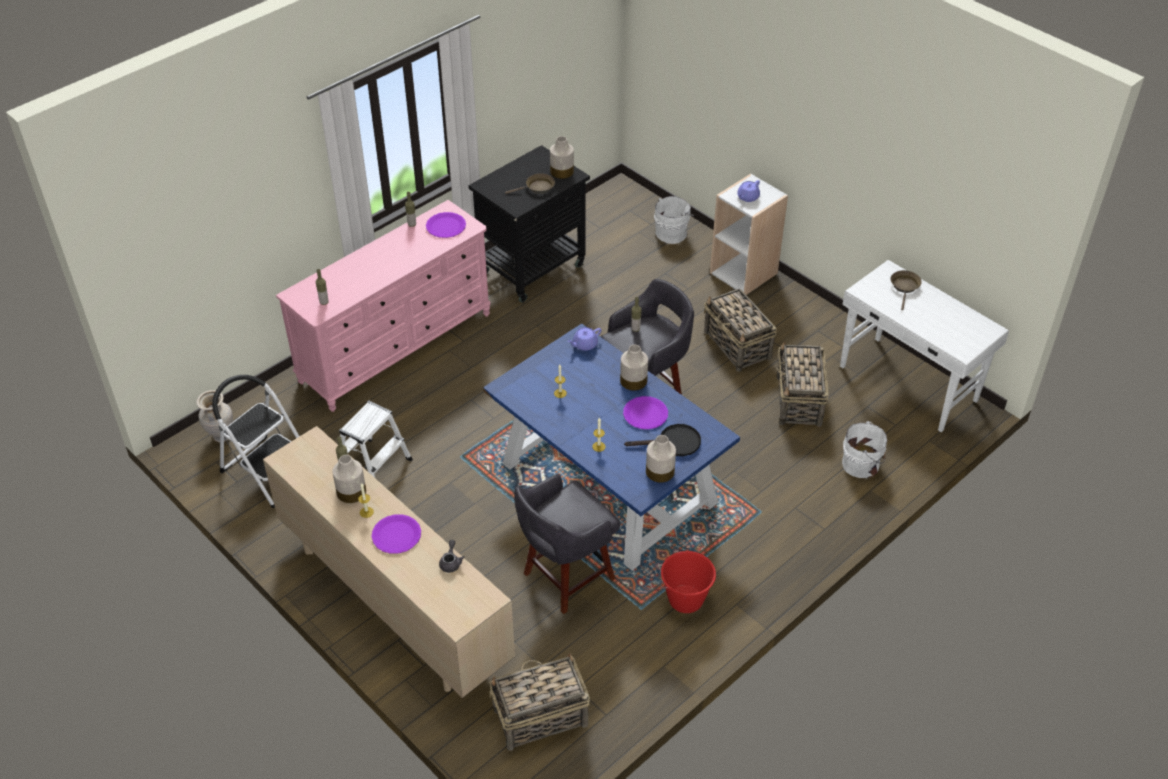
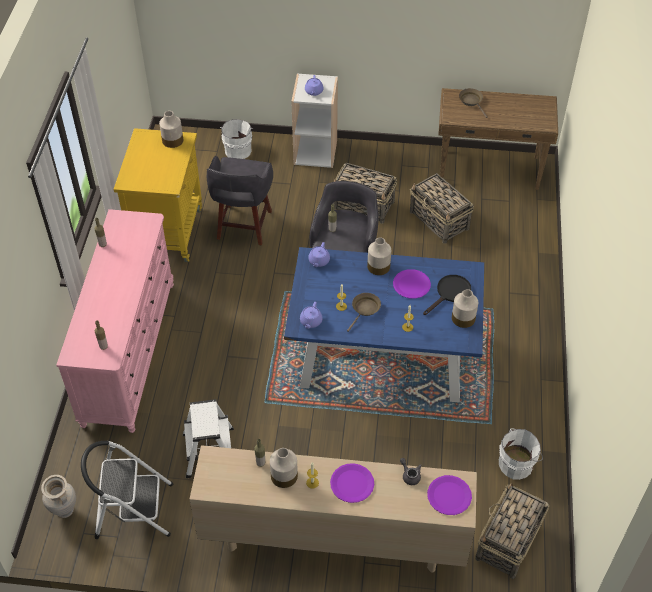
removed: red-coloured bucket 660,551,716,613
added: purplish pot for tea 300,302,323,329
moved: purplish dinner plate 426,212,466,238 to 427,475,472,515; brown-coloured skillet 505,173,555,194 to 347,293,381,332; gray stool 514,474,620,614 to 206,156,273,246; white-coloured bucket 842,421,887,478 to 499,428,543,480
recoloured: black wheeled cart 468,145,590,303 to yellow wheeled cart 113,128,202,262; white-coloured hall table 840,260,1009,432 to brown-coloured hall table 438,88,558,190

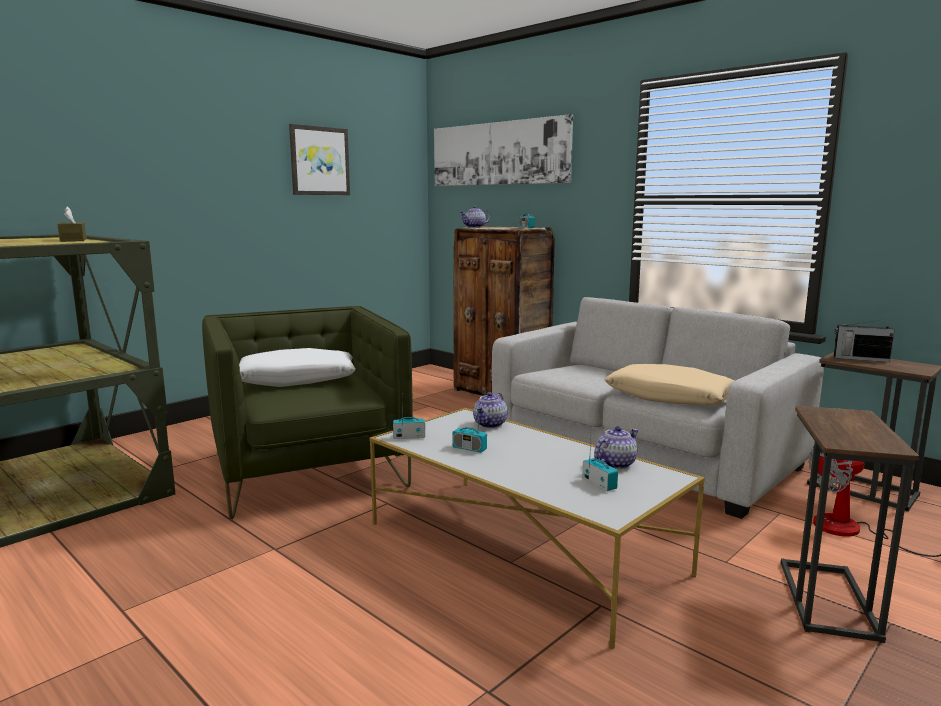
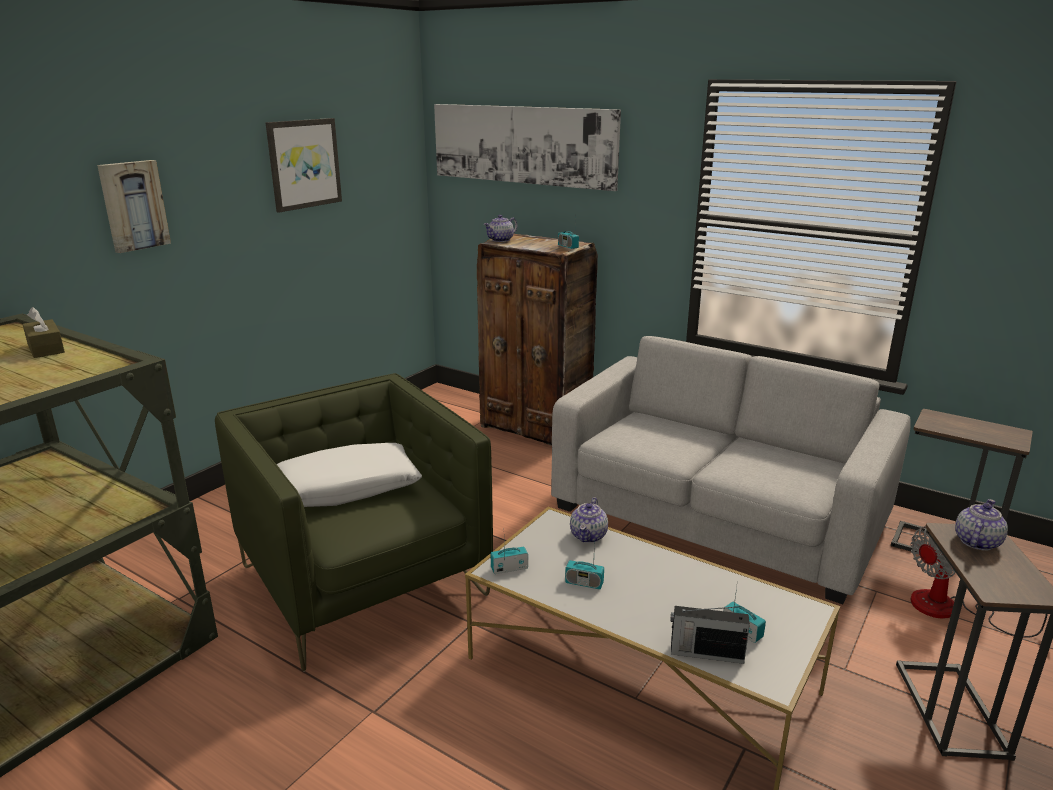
removed: beige cushion 604,364,735,405
added: wall picture 97,160,171,253
moved: pot for tea 594,426,638,469 to 955,499,1008,551; radio receiver 834,319,895,362 to 670,606,750,664

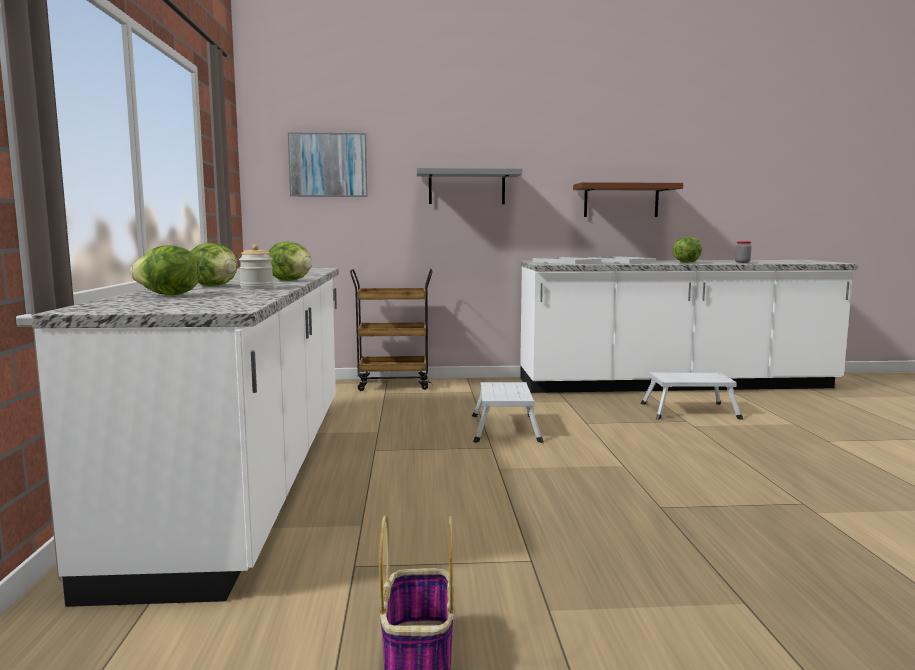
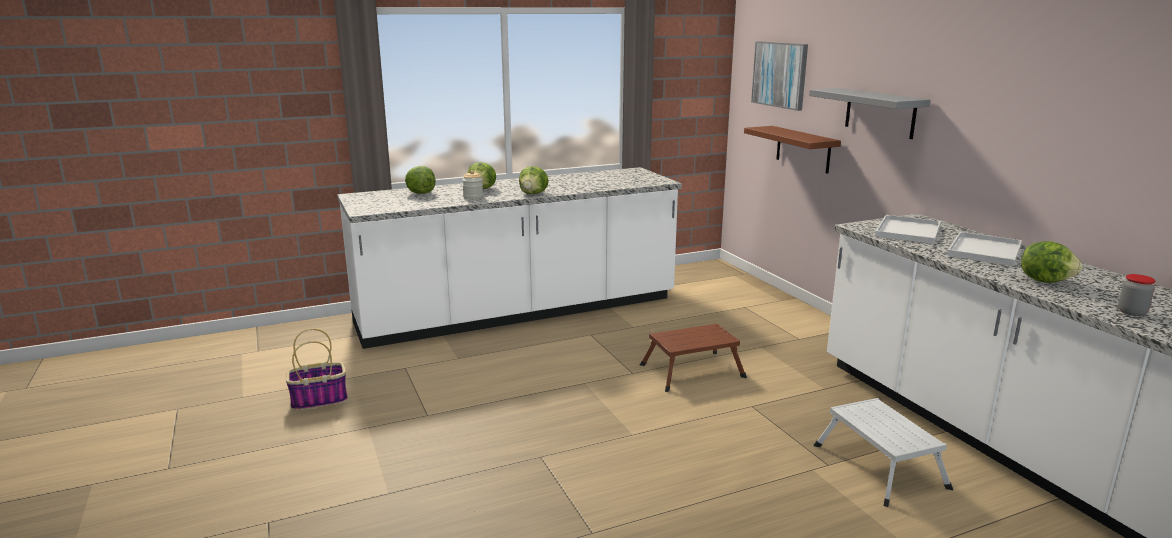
removed: brown-coloured wheeled cart 350,269,432,391
moved: brown-coloured bracket shelf 573,182,683,217 to 744,126,841,174
recoloured: white-coloured step ladder 472,382,544,443 to brown-coloured step ladder 640,323,747,392

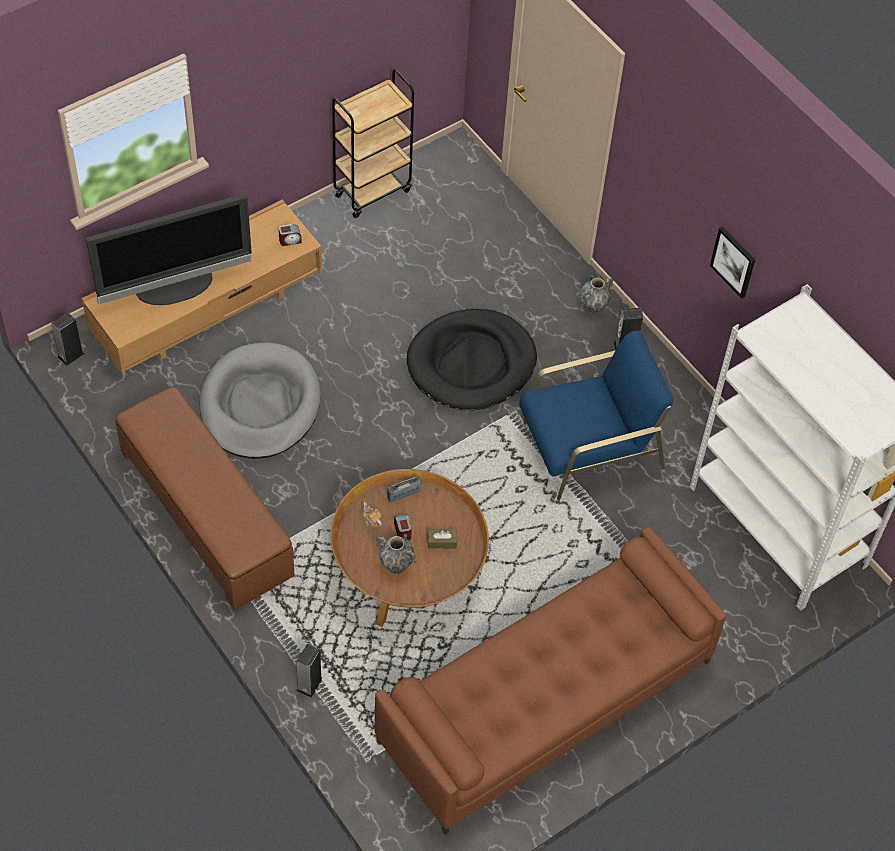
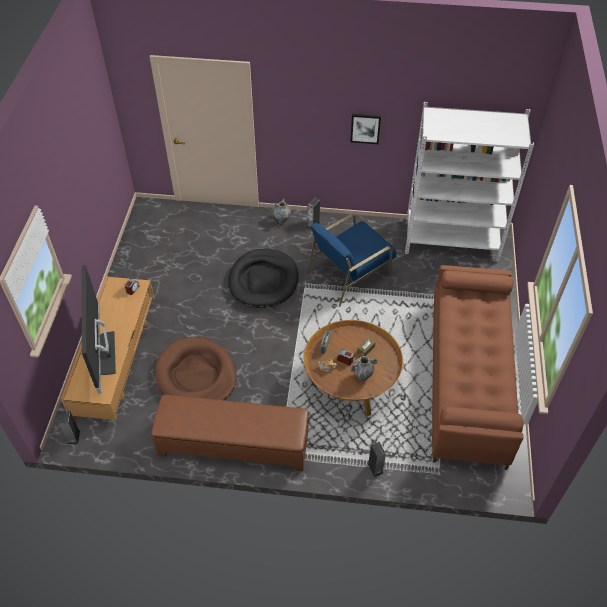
removed: brown-coloured wheeled cart 332,69,414,218
recoloured: gray pet bed 200,342,321,459 to brown-coloured pet bed 155,337,236,401
turned: TV set 86,193,252,305 = 82,265,116,394 150 degrees clockwise; blue-coloured easy chair 519,330,674,501 = 306,214,397,307 150 degrees counterclockwise

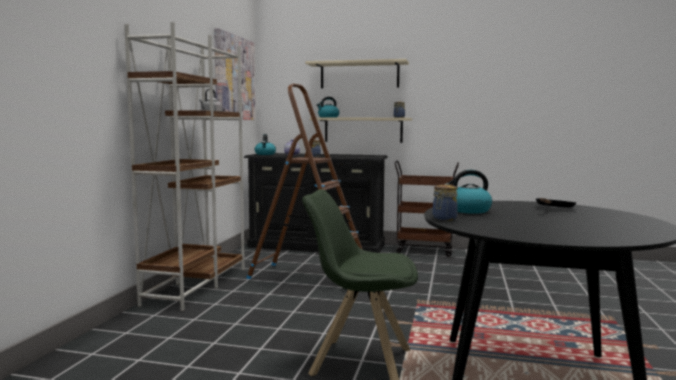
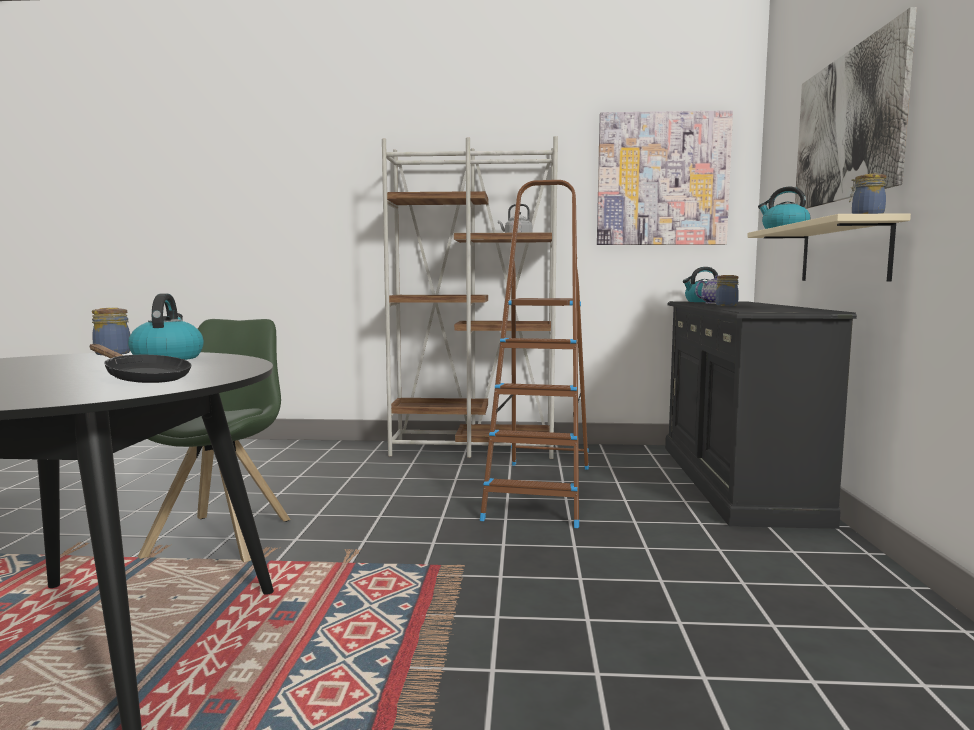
removed: brown-coloured wheeled cart 395,160,459,257
replaced: beige bracket shelf 305,59,409,88 to wall picture 795,7,917,209

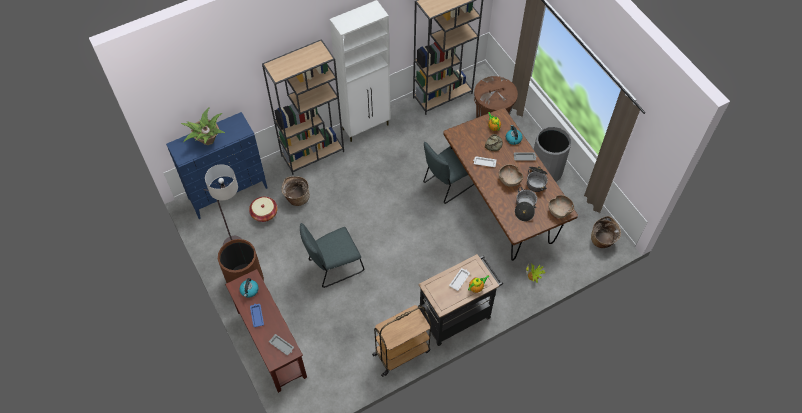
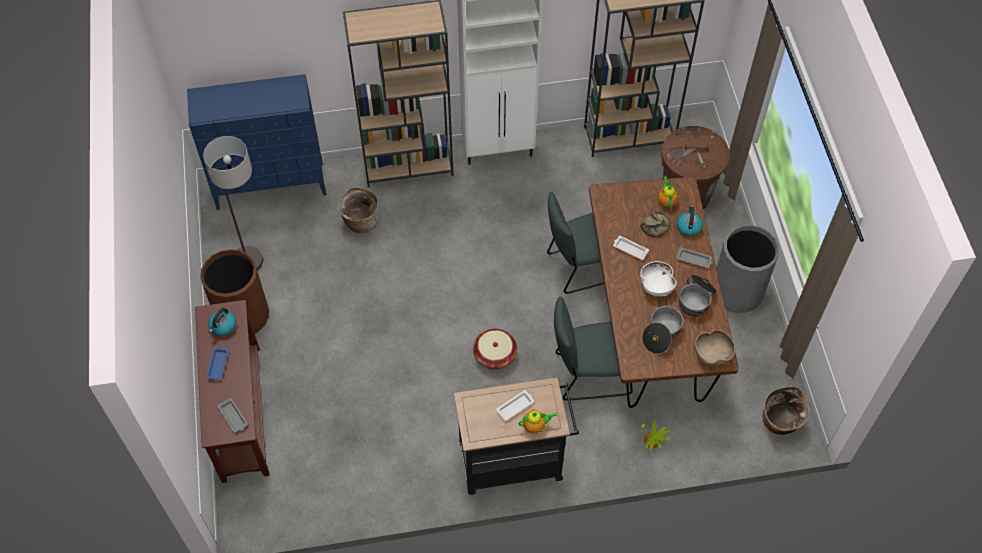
removed: houseplant 181,107,225,145; brown-coloured wheeled cart 372,305,431,377
moved: storage basket 249,197,278,222 to 473,329,517,369; gray upright chair 300,223,364,288 to 554,296,633,401
recoloured: brown-coloured deep dish 499,165,523,187 to white-coloured deep dish 640,261,677,297

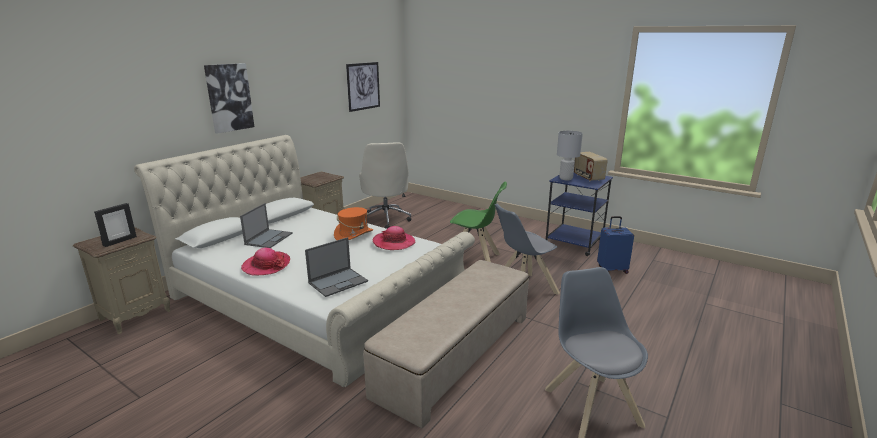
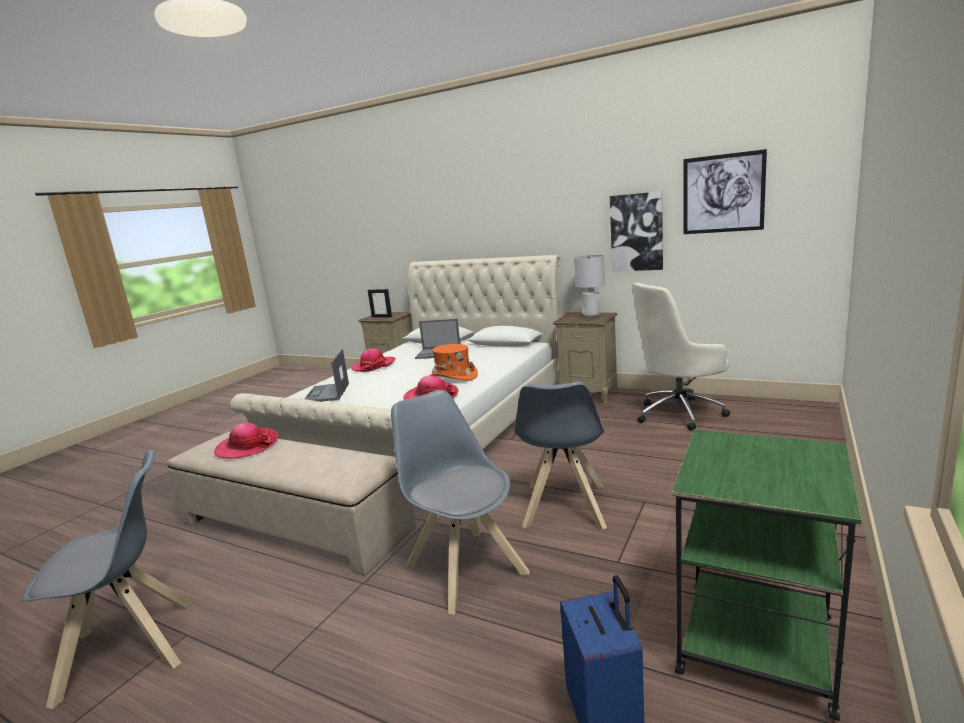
removed: radio receiver 574,152,608,181
added: hat 214,423,278,459
moved: wall picture 204,63,254,134 to 610,191,663,271; gray tabletop lamp 557,131,583,180 to 574,255,605,317
recoloured: green upright chair 450,182,507,262 to gray upright chair 515,381,607,530; blue-coloured wheeled cart 546,173,613,256 to green wheeled cart 672,429,862,721
turned: laptop 305,237,368,297 = 304,349,349,402 45 degrees clockwise

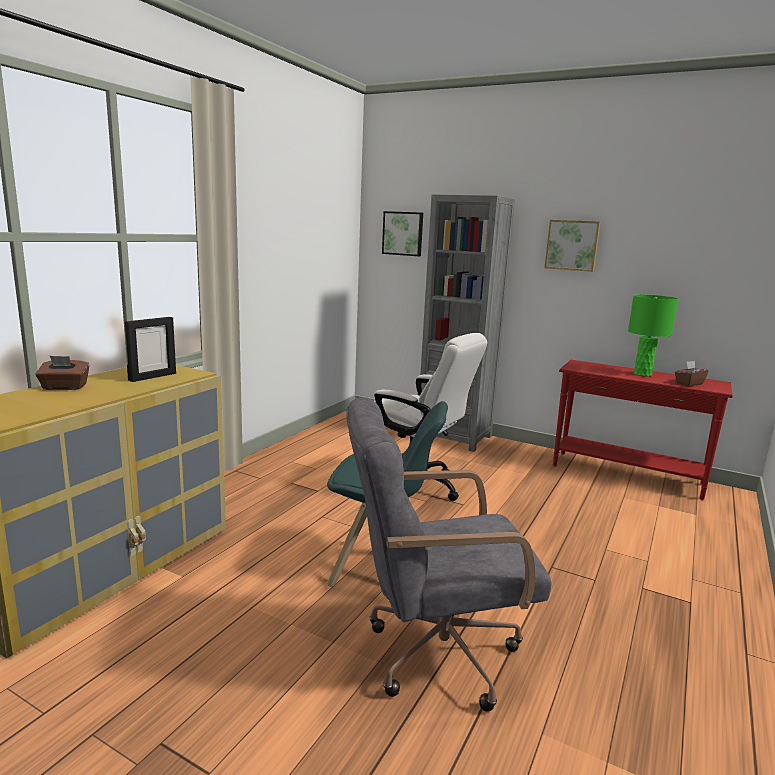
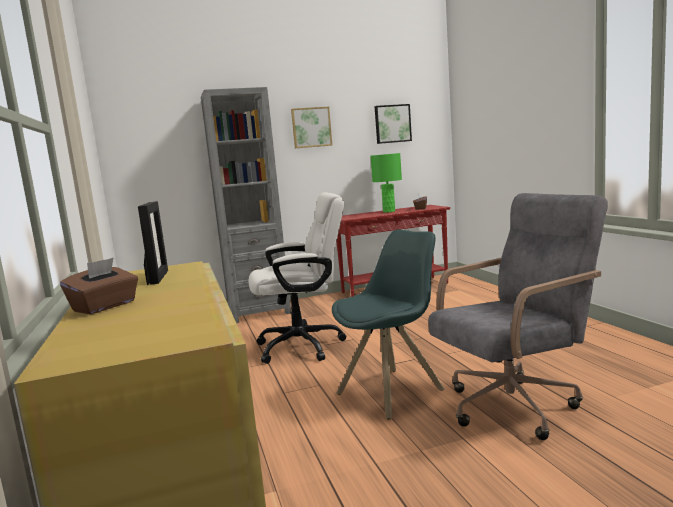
moved: wall picture 382,211,423,256 to 375,104,412,144
turned: gray desk chair 346,397,551,712 = 428,193,608,440 150 degrees counterclockwise

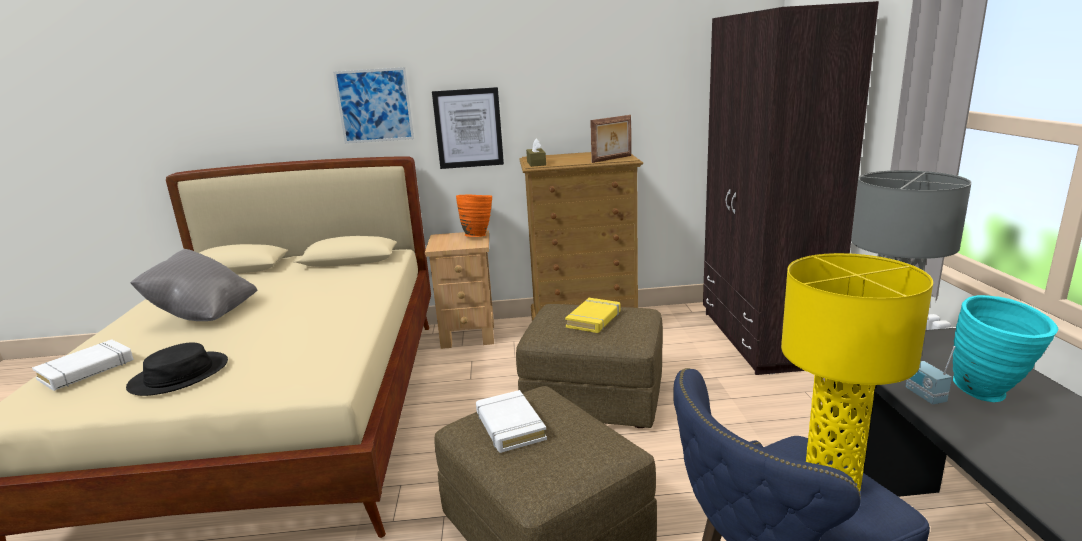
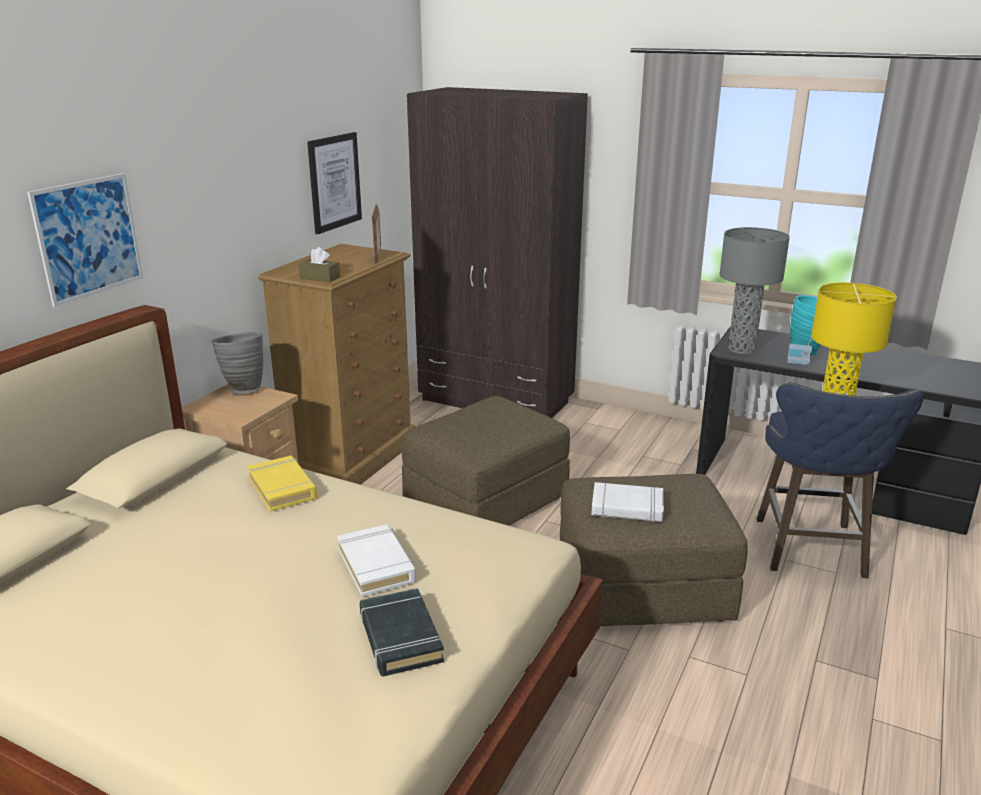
removed: gray cushion 130,249,258,321
moved: white-coloured book 32,339,134,391 to 337,524,416,597; wall picture 432,87,504,169 to 307,132,362,234; yellow book 565,298,621,333 to 247,456,317,512
replaced: black hat 126,343,228,396 to black book 360,588,444,676
recoloured: orange decorative vase 456,195,492,237 to gray decorative vase 211,332,263,394

